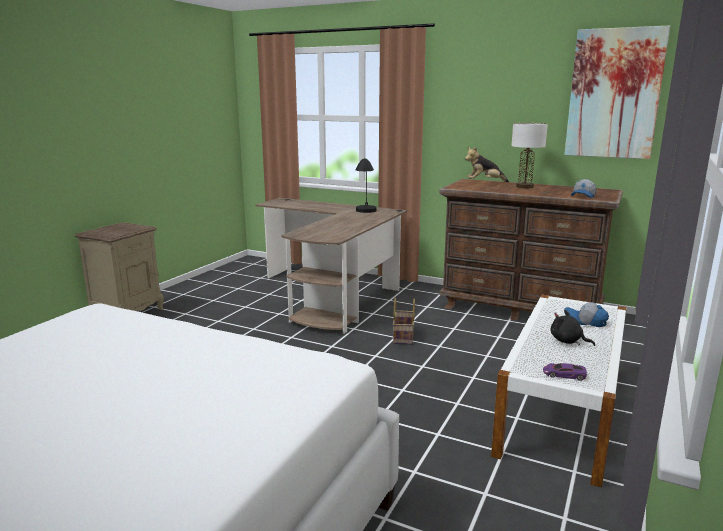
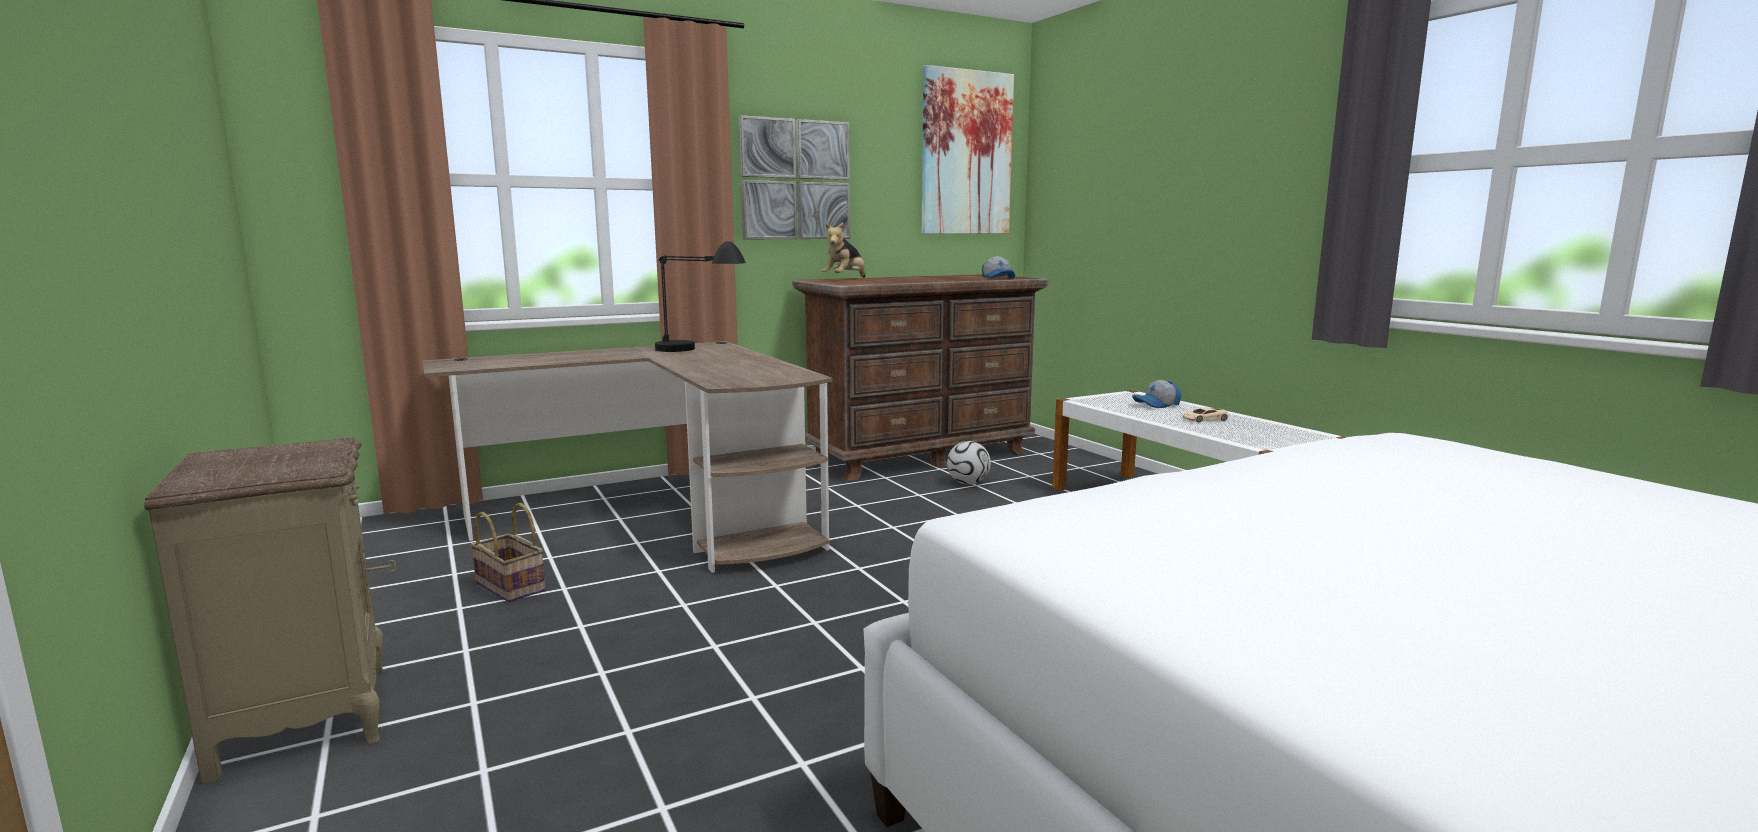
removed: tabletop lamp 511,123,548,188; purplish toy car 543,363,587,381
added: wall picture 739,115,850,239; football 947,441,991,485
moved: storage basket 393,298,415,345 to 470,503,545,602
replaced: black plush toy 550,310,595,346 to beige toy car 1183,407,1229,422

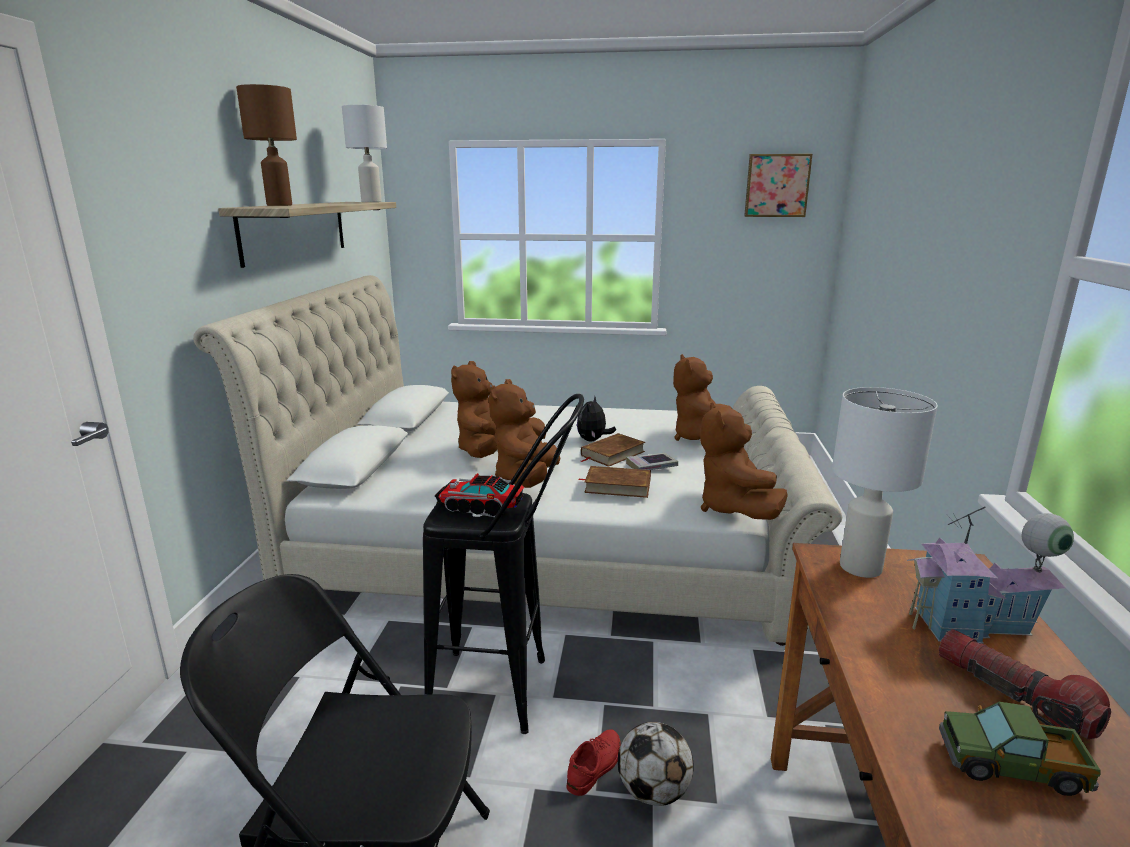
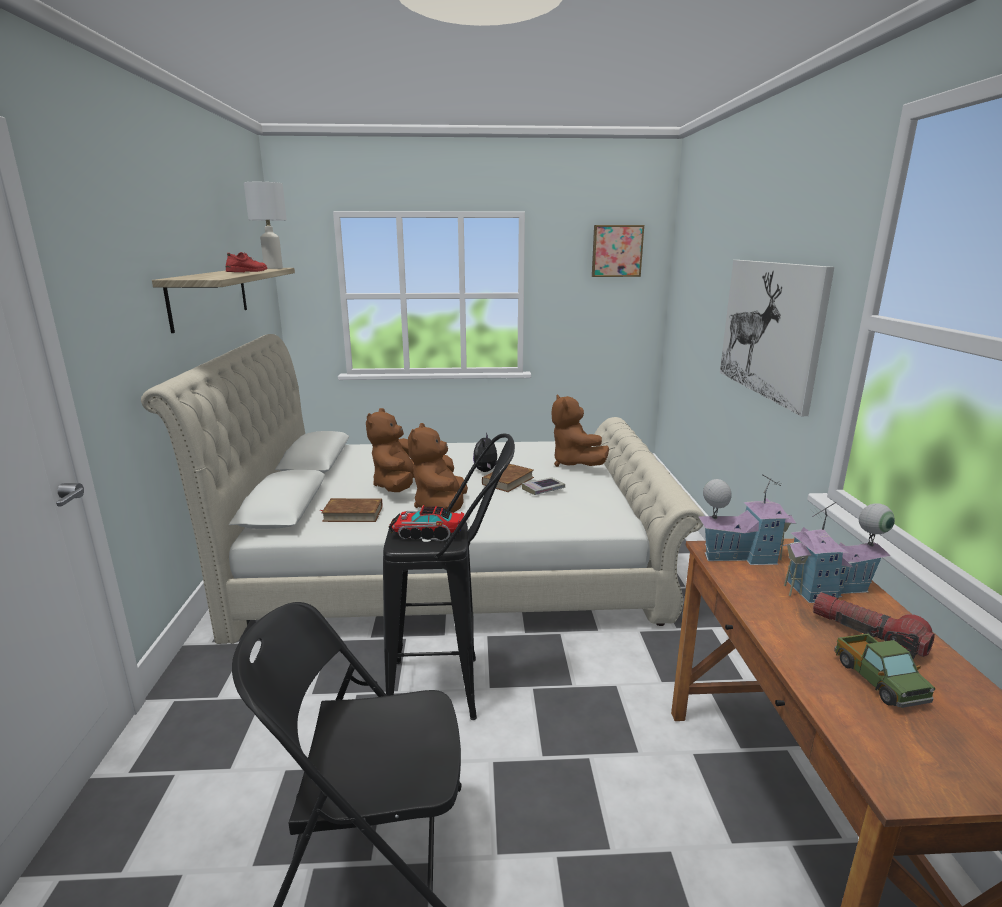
removed: brown-coloured tabletop lamp 236,84,297,206; football 618,722,694,806; brown-coloured plush toy 700,402,788,520
added: wall picture 720,260,834,416
moved: red-coloured shoe 567,729,621,796 to 226,252,267,272; brown-coloured book 577,466,651,498 to 321,498,383,522
replaced: white-coloured tabletop lamp 832,387,938,578 to model house 699,474,796,565
turned: model truck 939,702,1101,796 = 834,633,935,708 105 degrees counterclockwise

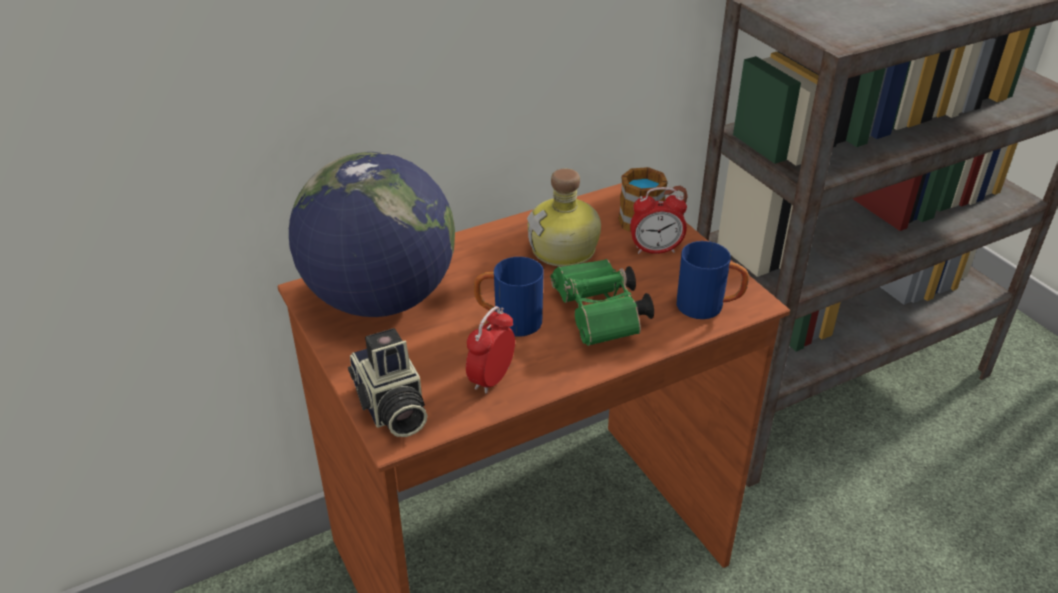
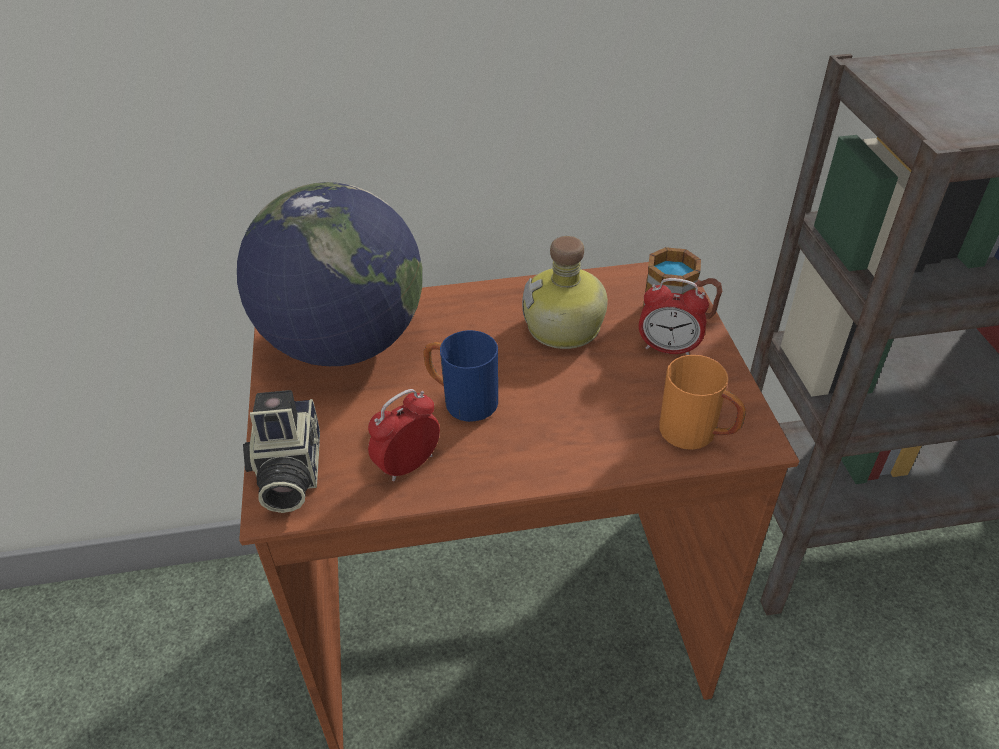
removed: green binoculars 550,259,654,346
recoloured: blue-coloured mug 677,241,749,319 to orange mug 659,355,746,450

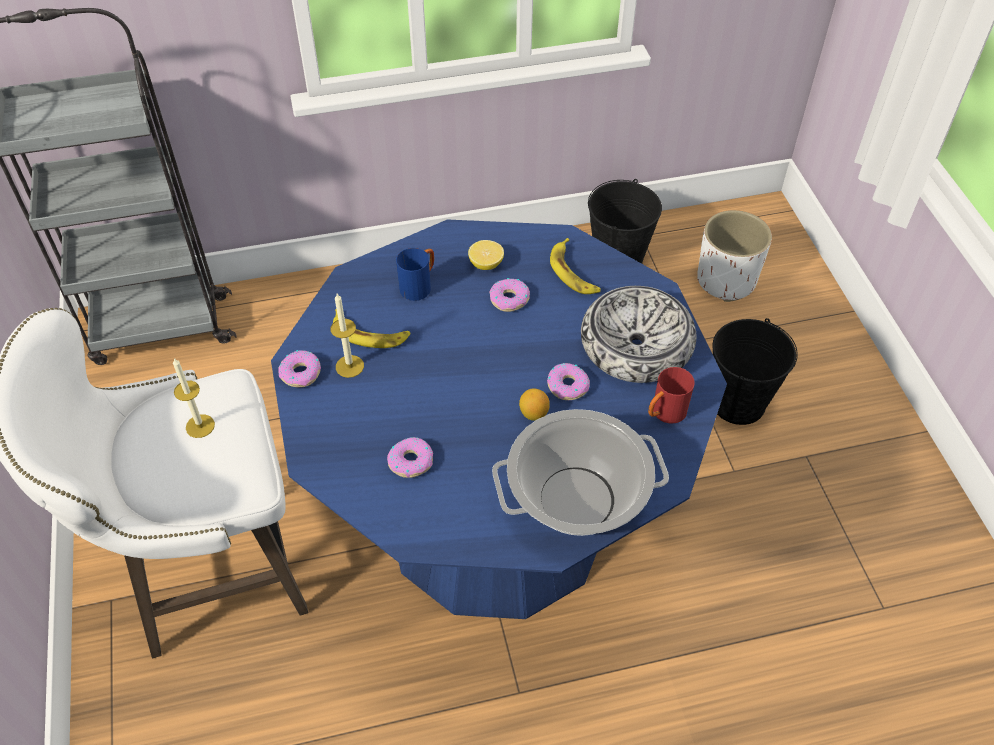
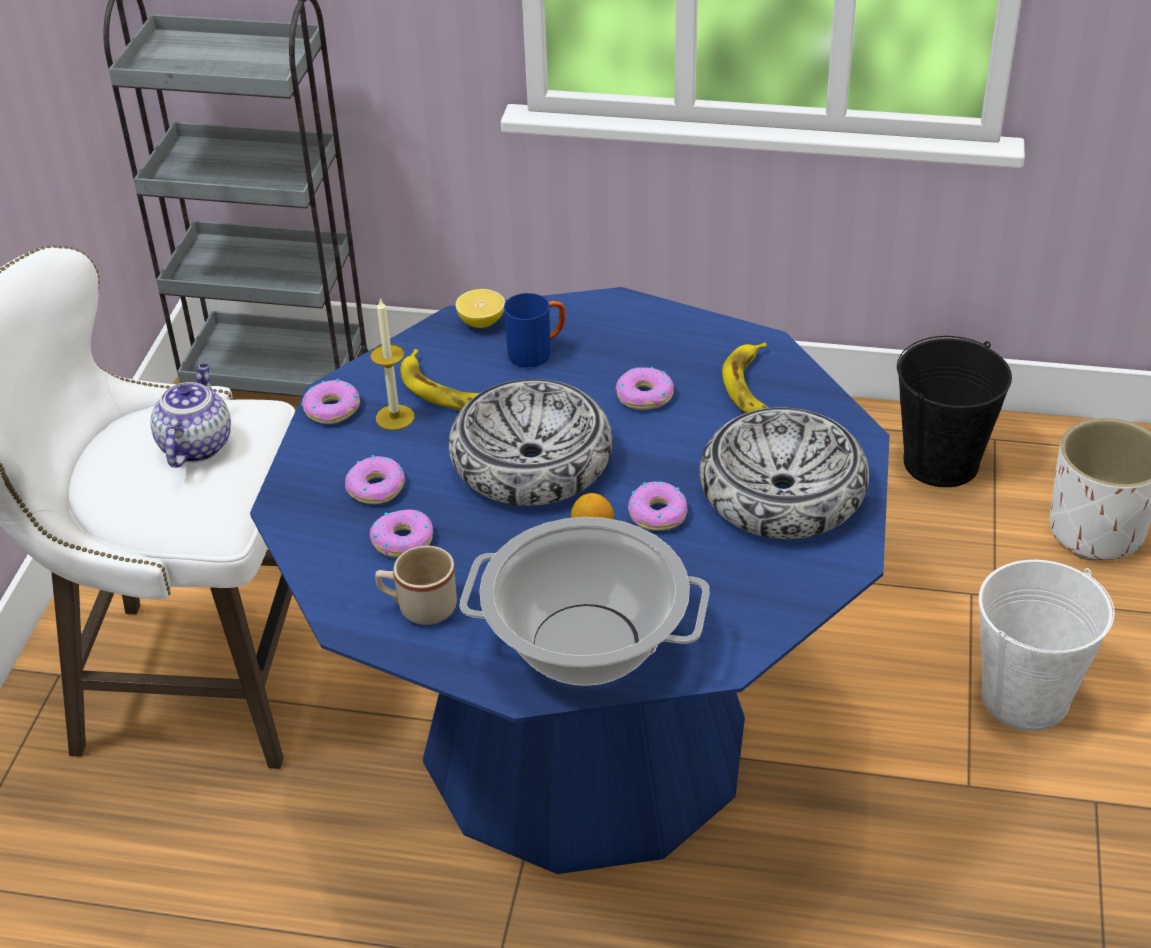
removed: red-coloured mug 648,367,695,423
added: doughnut 345,455,405,504; beige mug 375,546,457,625; deep dish 449,379,613,506
moved: whole lemon 468,240,504,270 to 456,289,505,328
replaced: wax light 173,358,215,438 to pot for tea 150,363,231,468
recoloured: black bucket 712,318,798,425 to white-coloured bucket 979,560,1115,731

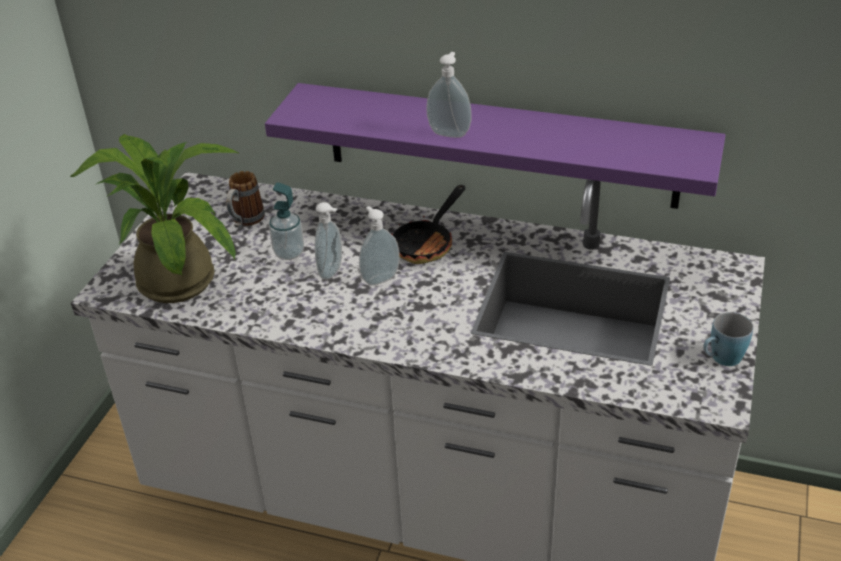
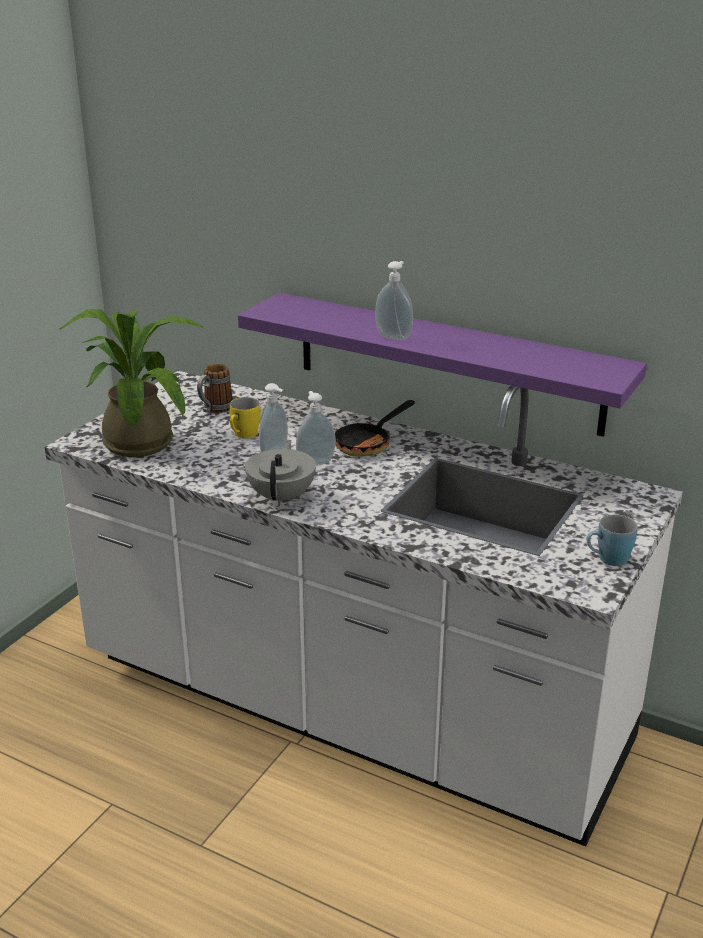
added: gray pot for tea 245,440,316,506
replaced: soap dispenser 269,182,304,260 to yellow mug 230,397,260,438

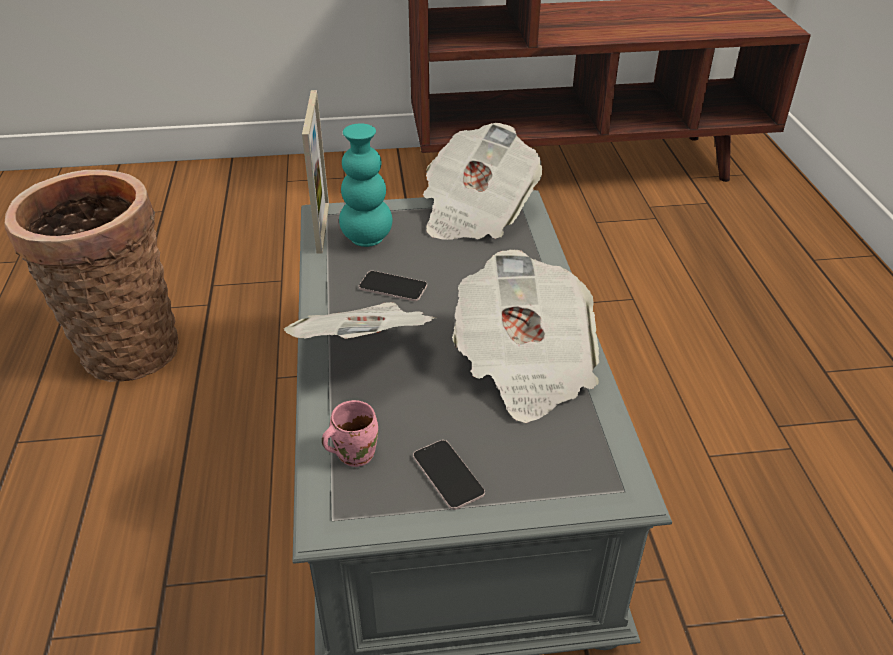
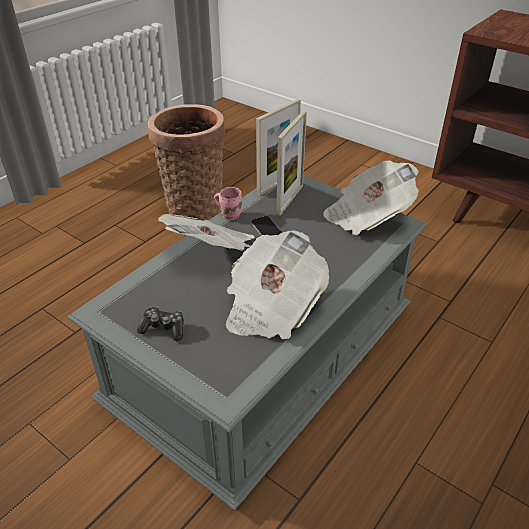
moved: pink mug 322,400,378,467 to 214,187,242,220
replaced: turquoise-coloured decorative vase 339,123,392,247 to standing frame 276,110,307,216; telephone 413,440,485,510 to gamepad 137,307,184,341

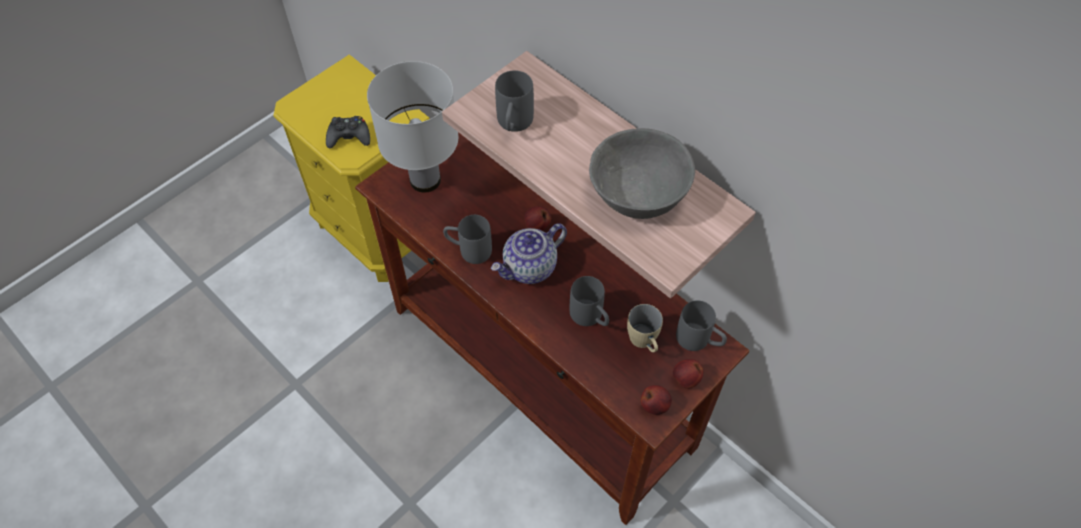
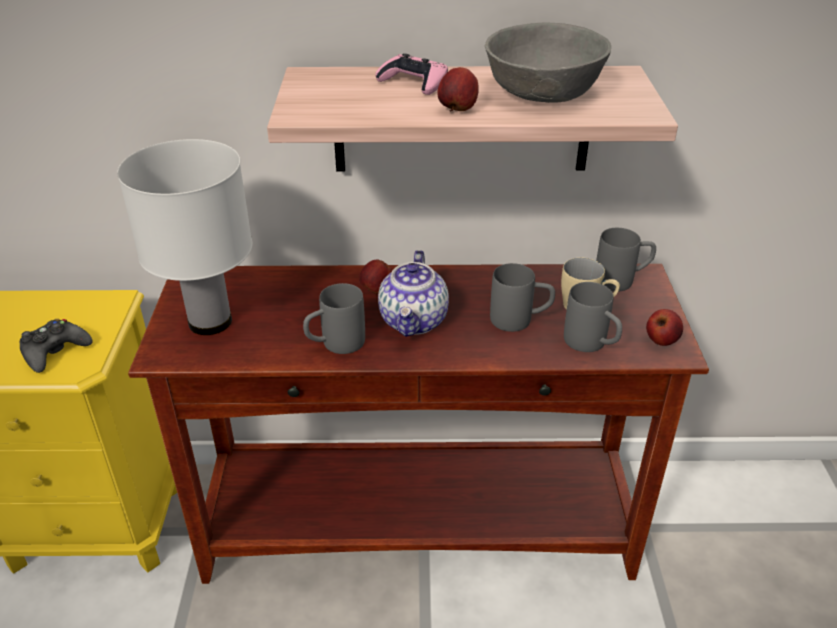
added: pink gamepad 375,54,448,95
moved: gray mug 495,70,534,132 to 564,282,622,352; apple fruit 673,359,703,389 to 438,67,479,112

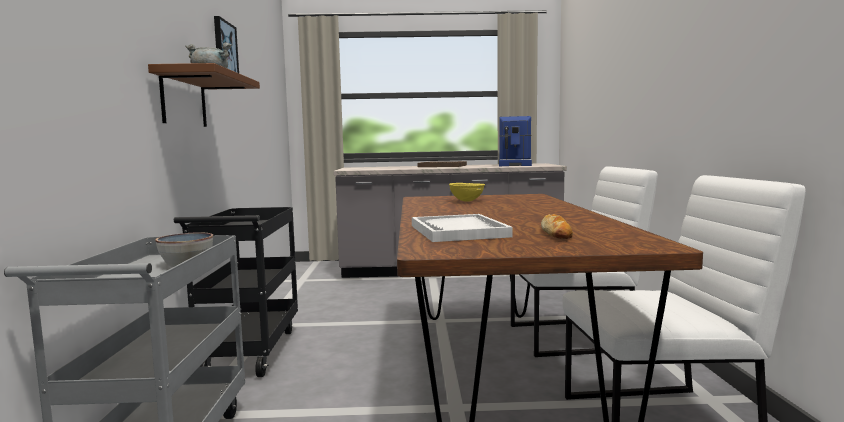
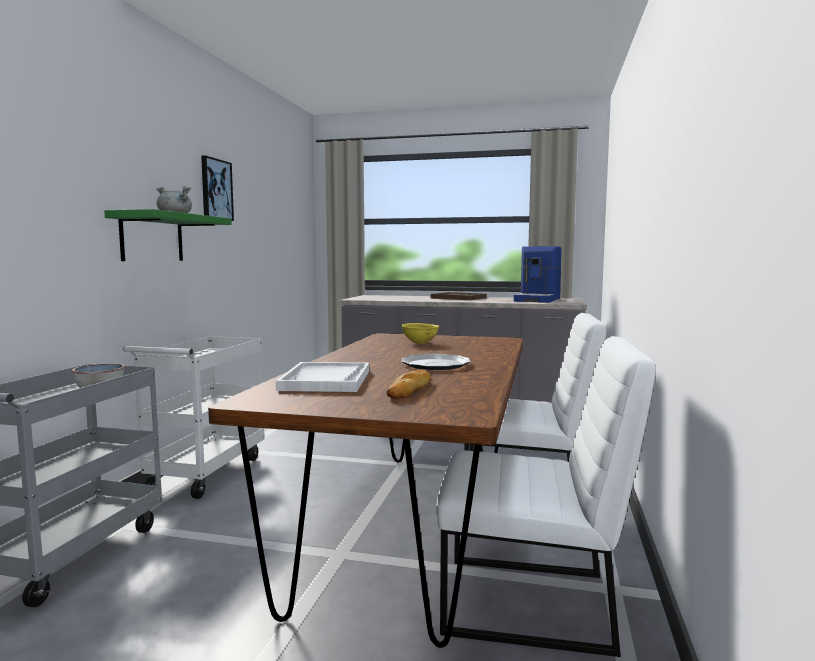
added: dinner plate 401,354,471,370
recoloured: brown-coloured bracket shelf 148,63,260,127 to green bracket shelf 104,209,232,261; black wheeled cart 174,207,298,377 to white-coloured wheeled cart 123,337,265,499

